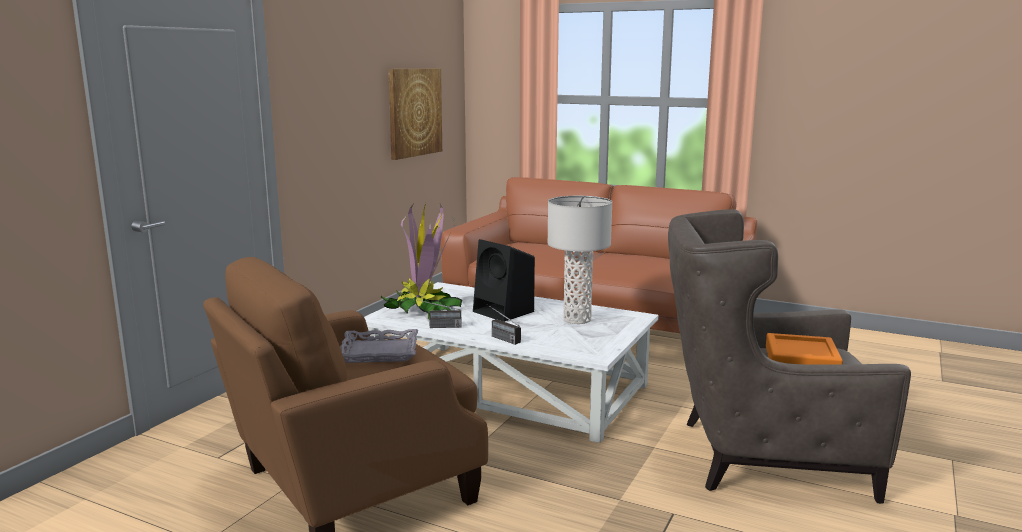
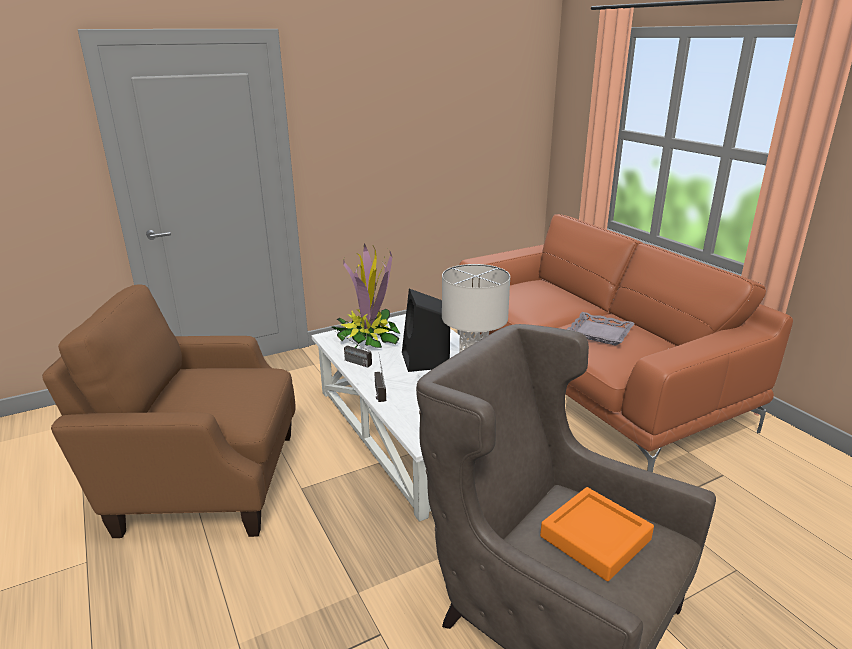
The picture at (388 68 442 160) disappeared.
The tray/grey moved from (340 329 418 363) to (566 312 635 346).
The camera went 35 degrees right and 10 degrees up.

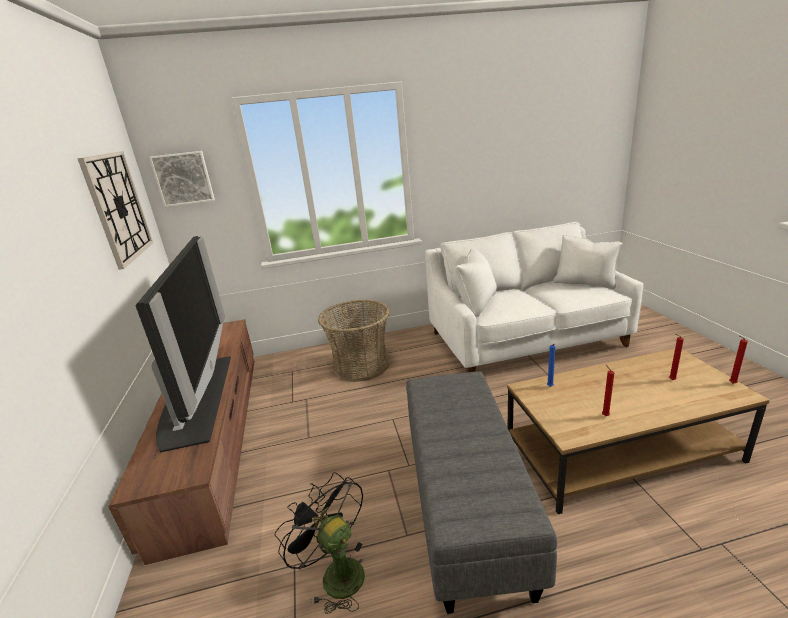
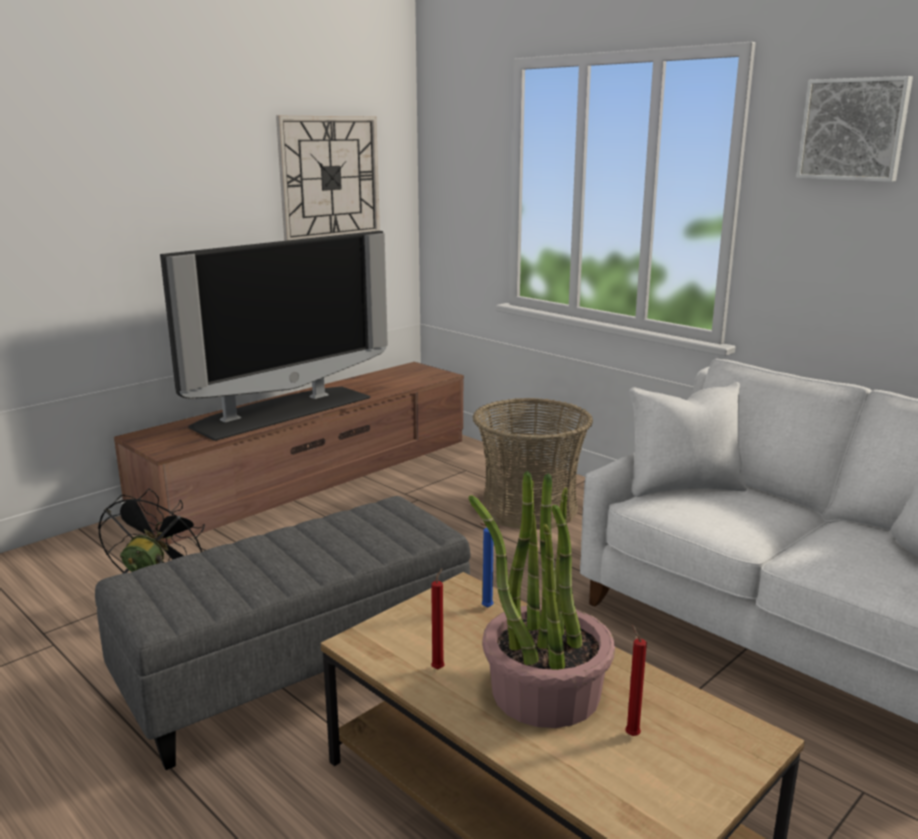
The candle/red at (729 336 748 384) disappeared.
The potted plant at (469 471 615 728) appeared.
The picture moved from (149 151 215 207) to (796 76 913 182).
The camera went 55 degrees right and 5 degrees down.

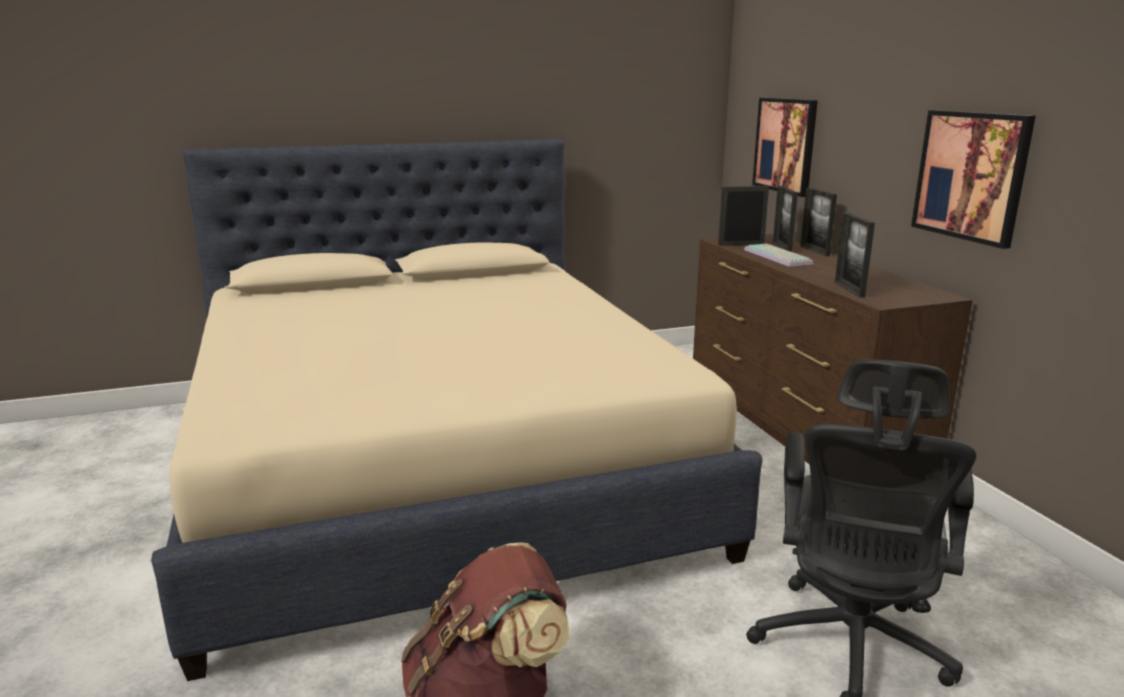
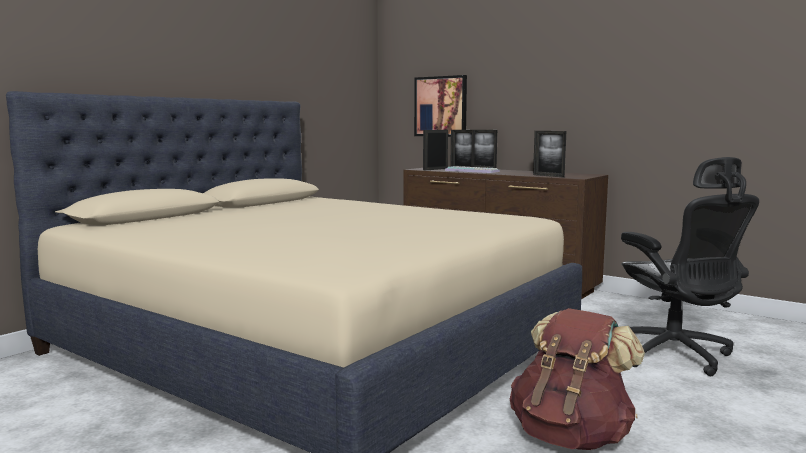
The picture at (911 110 1036 249) disappeared.
The camera went 35 degrees left and 10 degrees down.

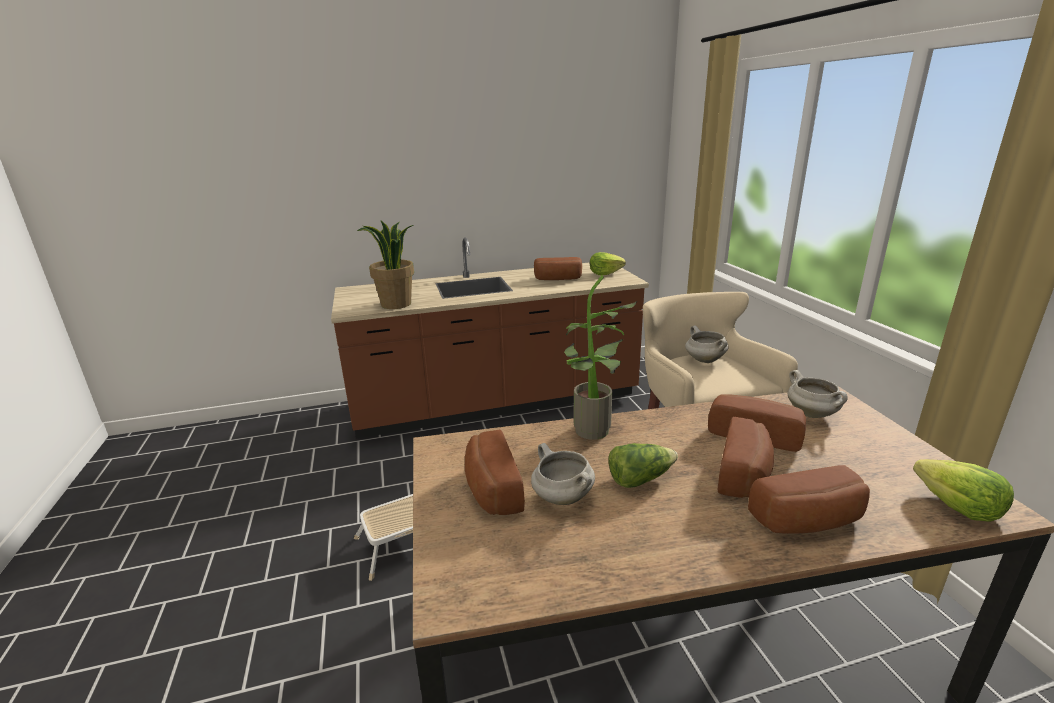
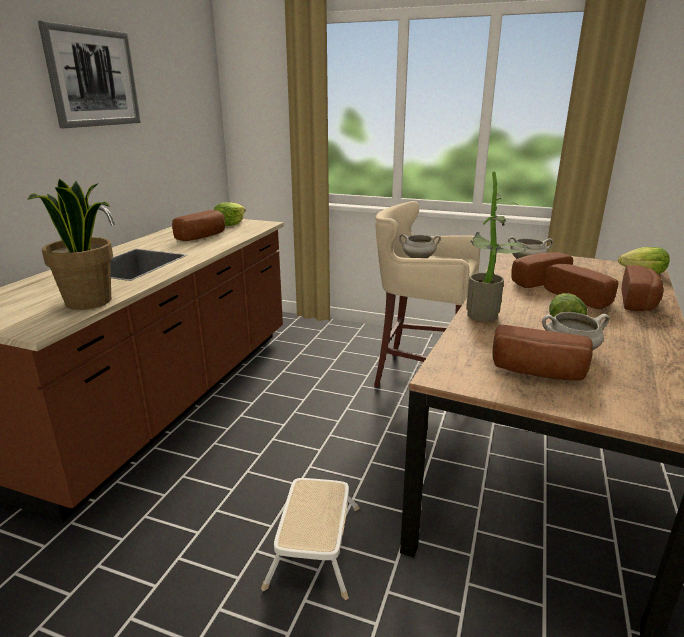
The picture at (38 21 141 128) appeared.
The camera went 55 degrees left and 0 degrees up.

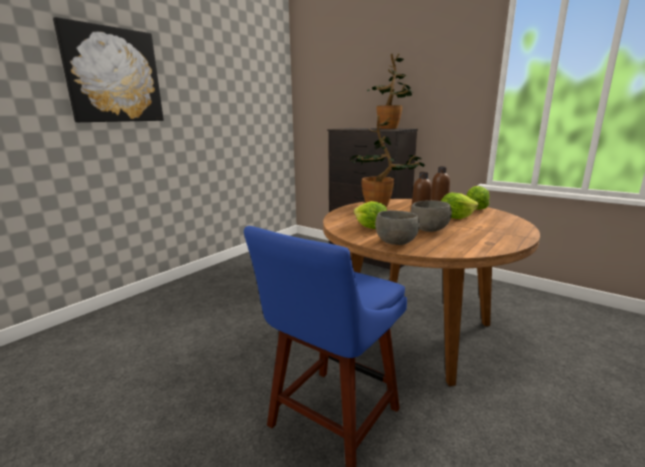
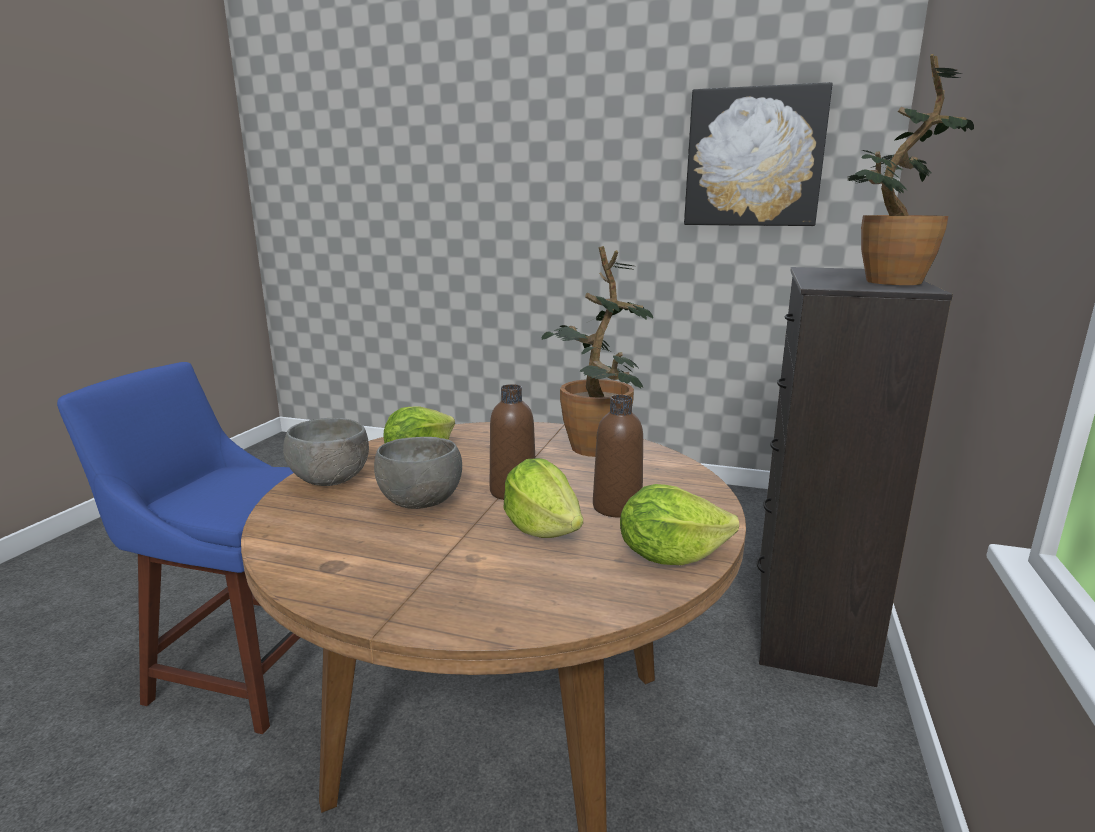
The picture moved from (53 17 164 122) to (684 82 833 226).
The camera went 70 degrees right and 0 degrees up.

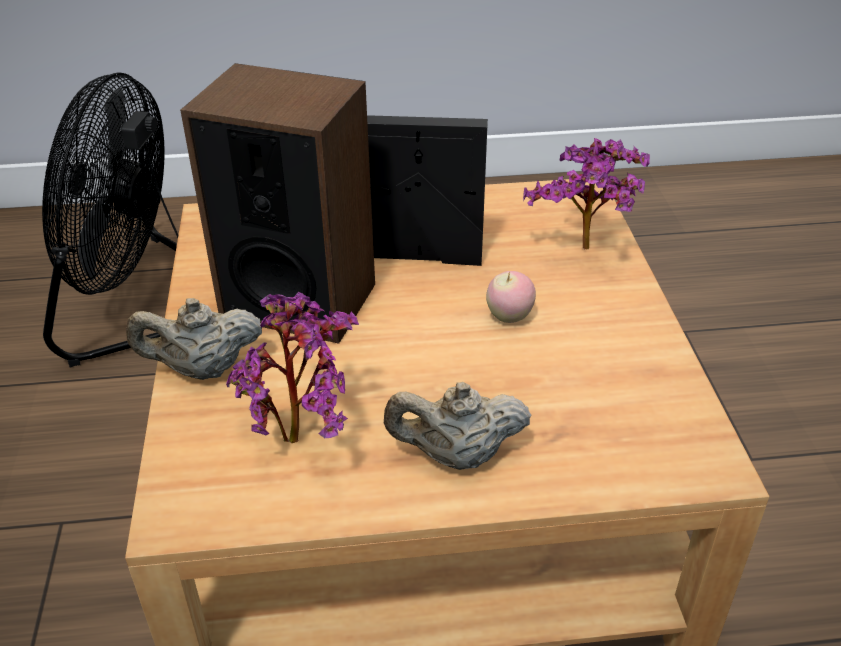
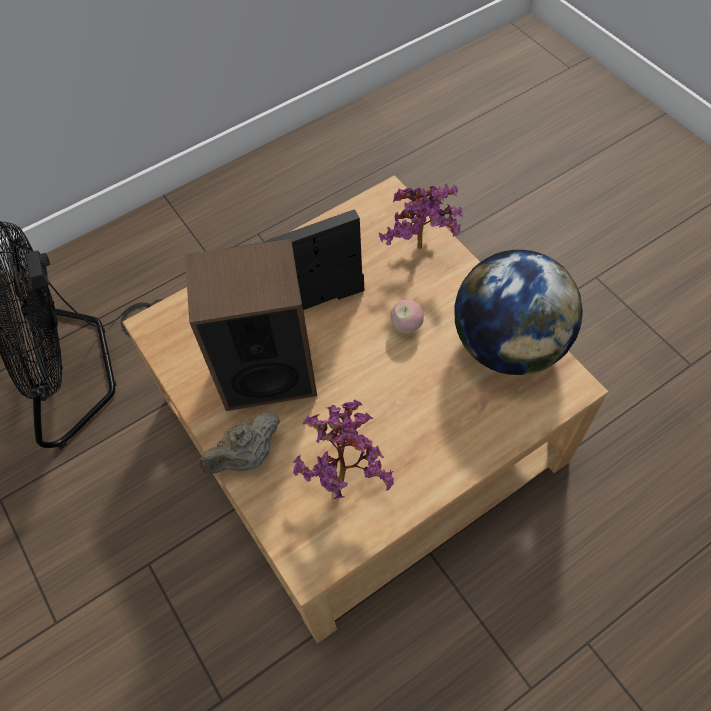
The teapot/beige at (384 382 532 470) disappeared.
The globe at (454 250 583 375) appeared.
The camera went 25 degrees left and 20 degrees up.

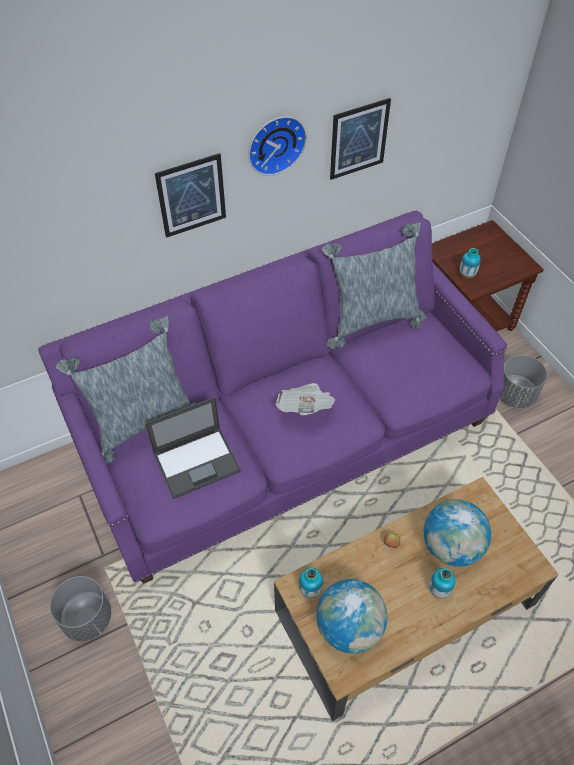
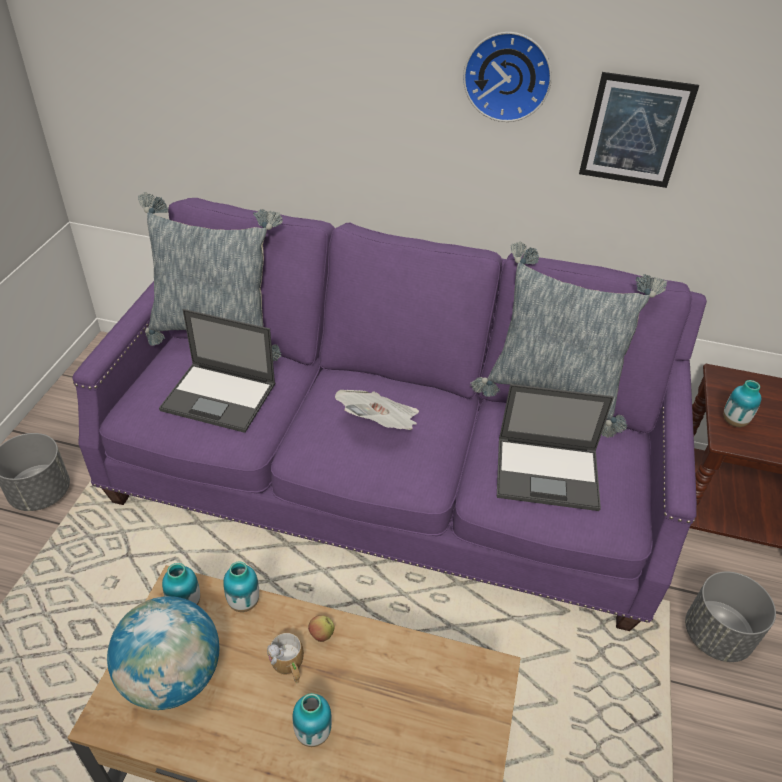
The picture at (155 153 226 238) disappeared.
The globe at (424 499 491 567) disappeared.
The vase at (223 561 259 612) appeared.
The mug at (267 633 304 683) appeared.
The laptop at (497 384 614 511) appeared.
The camera went 40 degrees right and 10 degrees down.

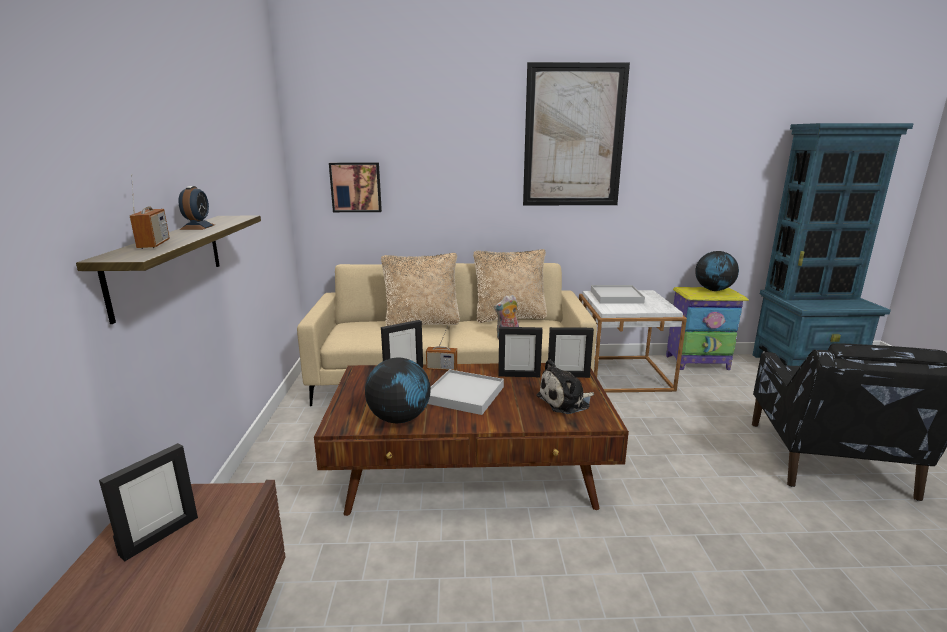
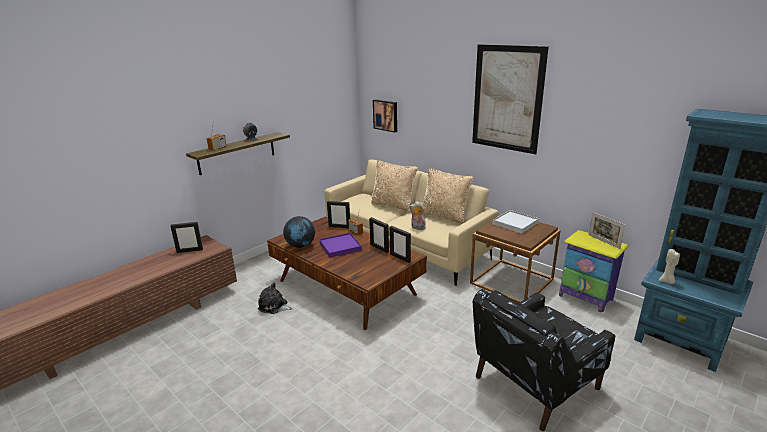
The candle/beige at (659 249 680 284) appeared.
The plush toy moved from (536 359 594 414) to (258 282 293 314).
The globe at (695 251 739 291) was replaced by the picture frame at (589 212 625 249).
The tray/white at (428 369 504 415) became the tray/purple at (320 233 362 258).
The side table/white at (579 290 687 393) became the side table/brown at (470 221 561 303).
The camera went 45 degrees right and 5 degrees up.

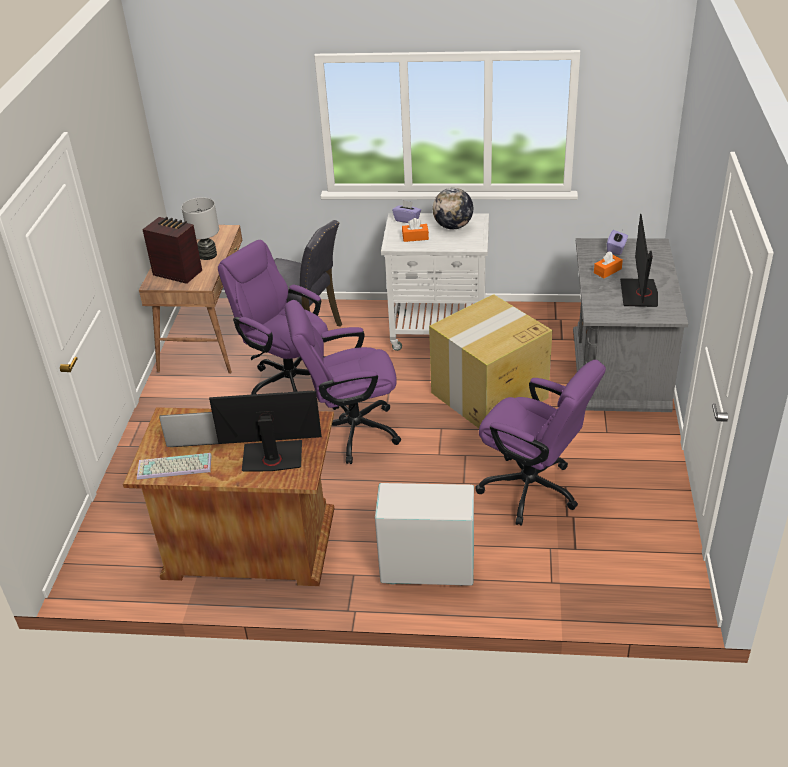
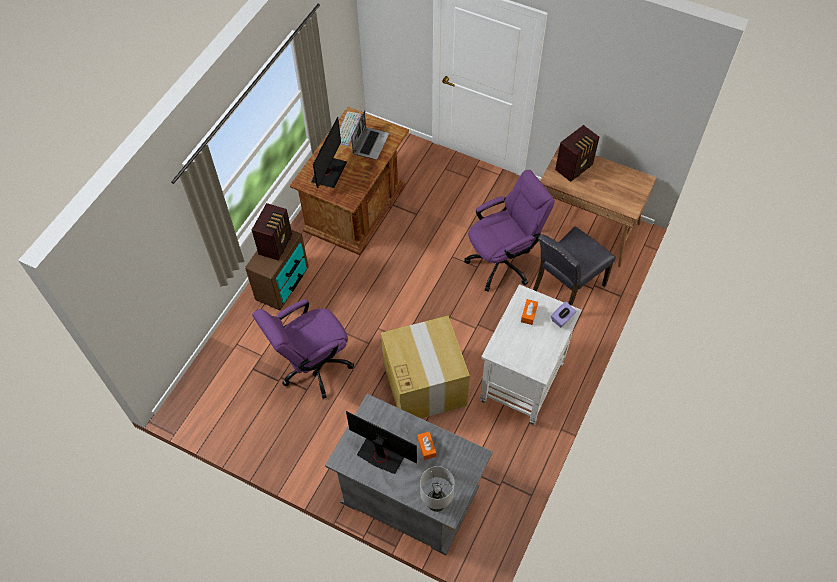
The office chair/purple at (284 300 401 464) disappeared.
The globe at (433 188 473 229) disappeared.
The tissue box/purple at (607 230 628 255) disappeared.
The radio at (252 203 292 261) appeared.
The table lamp/grey moved from (181 197 219 260) to (420 466 455 512).
The nightstand/white at (375 483 474 586) became the nightstand/brown at (245 230 309 310).
The camera went 110 degrees right and 20 degrees up.

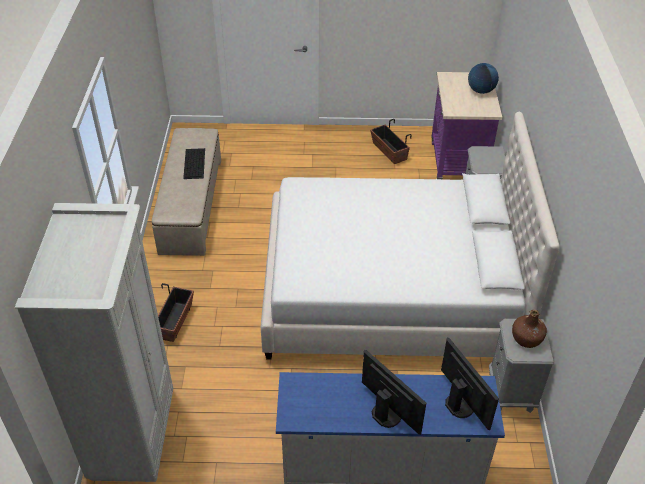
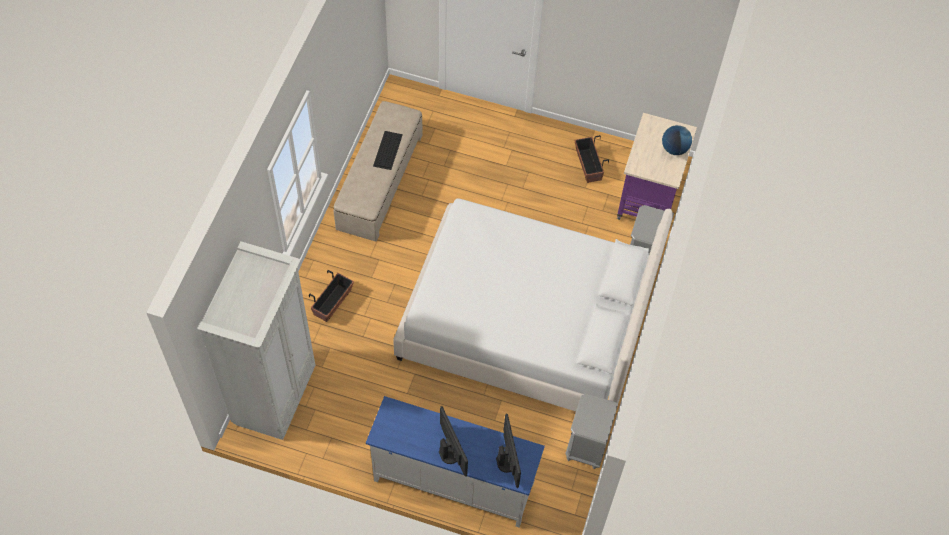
The bottle/brown at (512 310 547 348) disappeared.
The camera went 15 degrees right and 15 degrees up.

